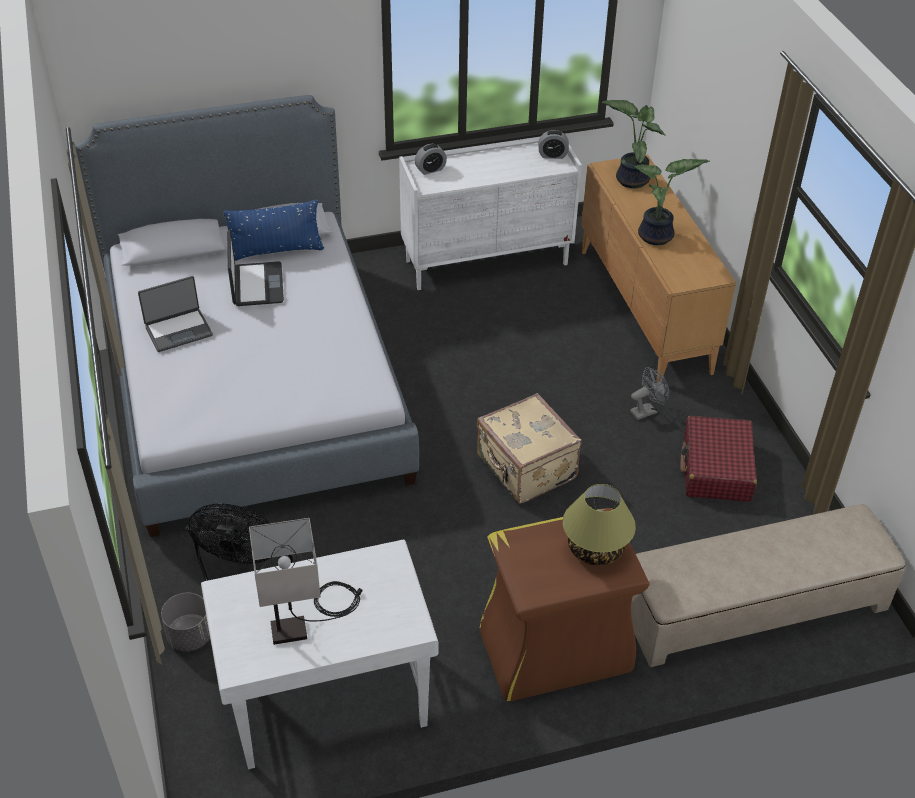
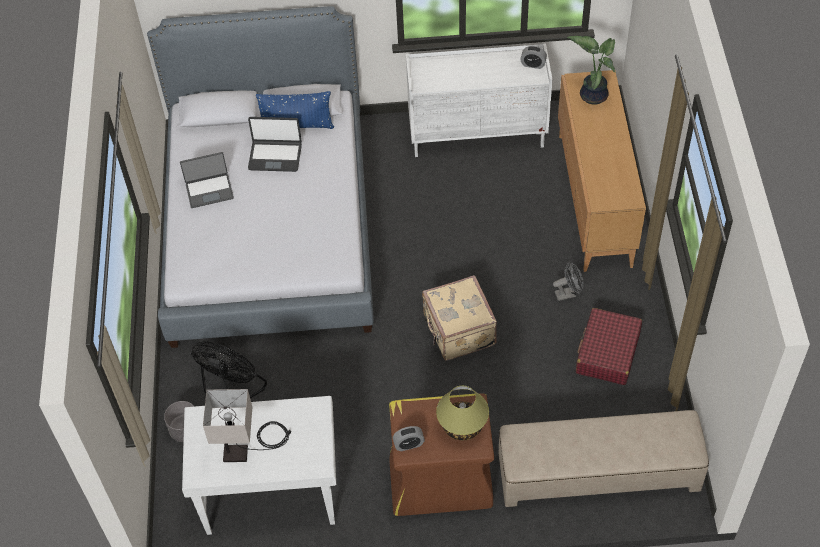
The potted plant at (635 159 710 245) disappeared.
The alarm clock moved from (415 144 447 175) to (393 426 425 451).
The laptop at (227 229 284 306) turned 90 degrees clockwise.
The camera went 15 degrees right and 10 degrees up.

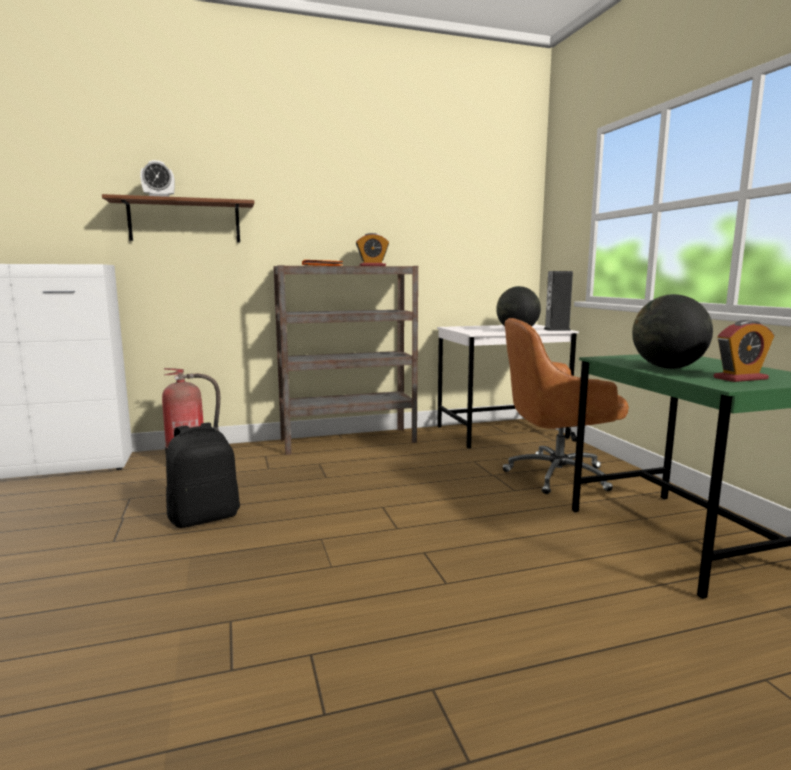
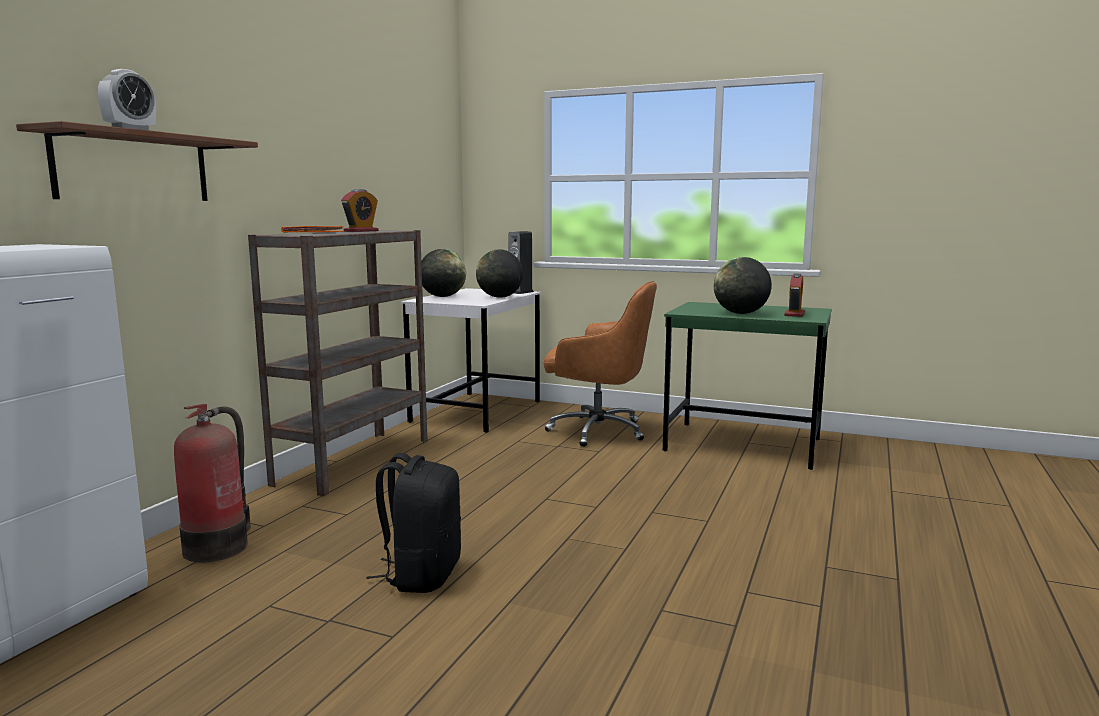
The globe at (421 249 466 297) appeared.
The office chair/brown at (503 318 629 494) turned 105 degrees counterclockwise.
The camera went 50 degrees left and 0 degrees up.

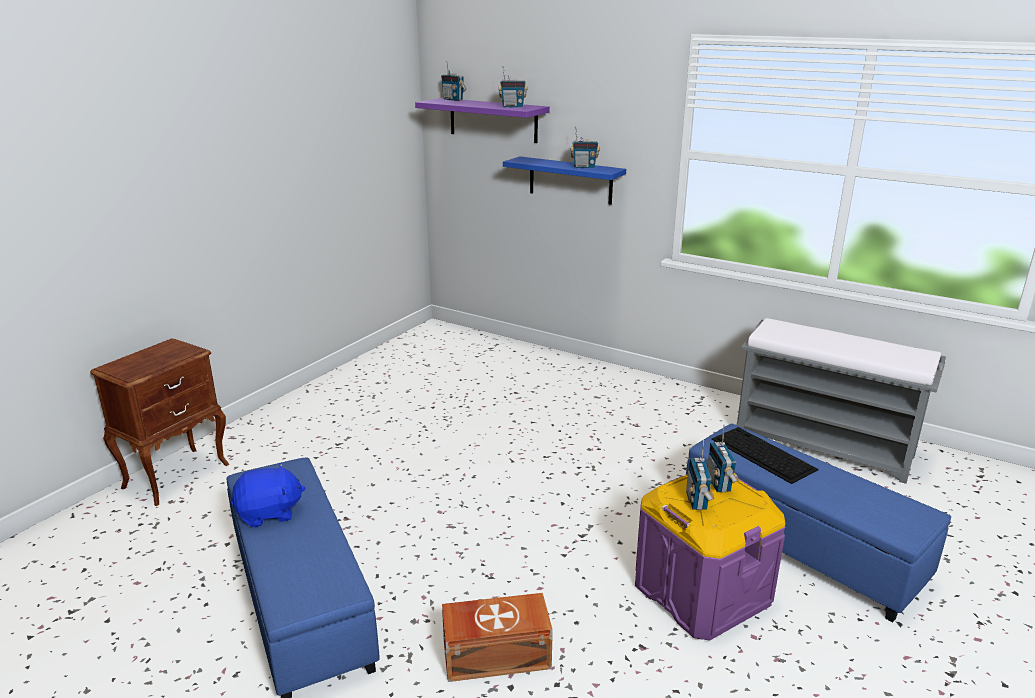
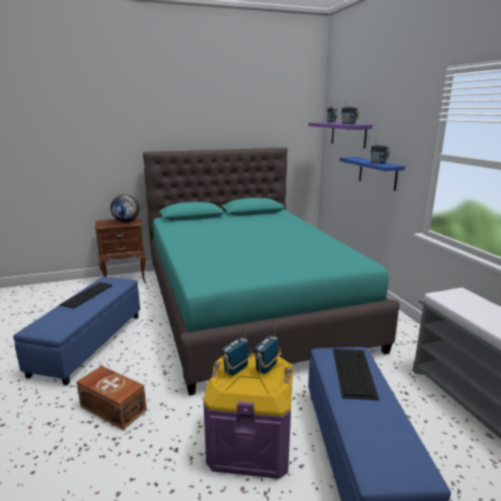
The globe at (110 194 140 222) appeared.
The bed/turquoise at (143 147 400 395) appeared.
The plush toy/blue at (231 463 305 527) was replaced by the keyboard at (60 282 113 309).
The camera went 40 degrees right and 5 degrees down.

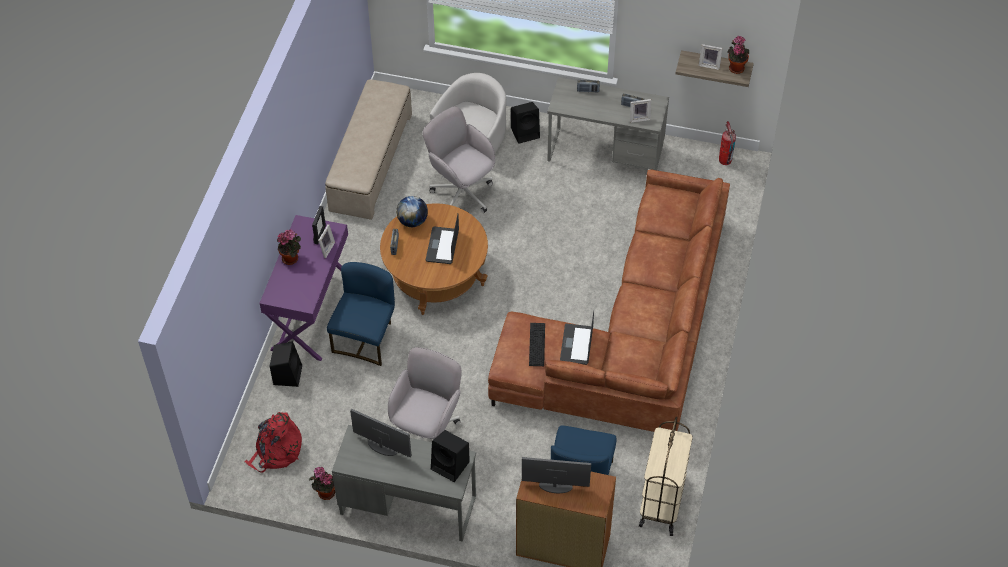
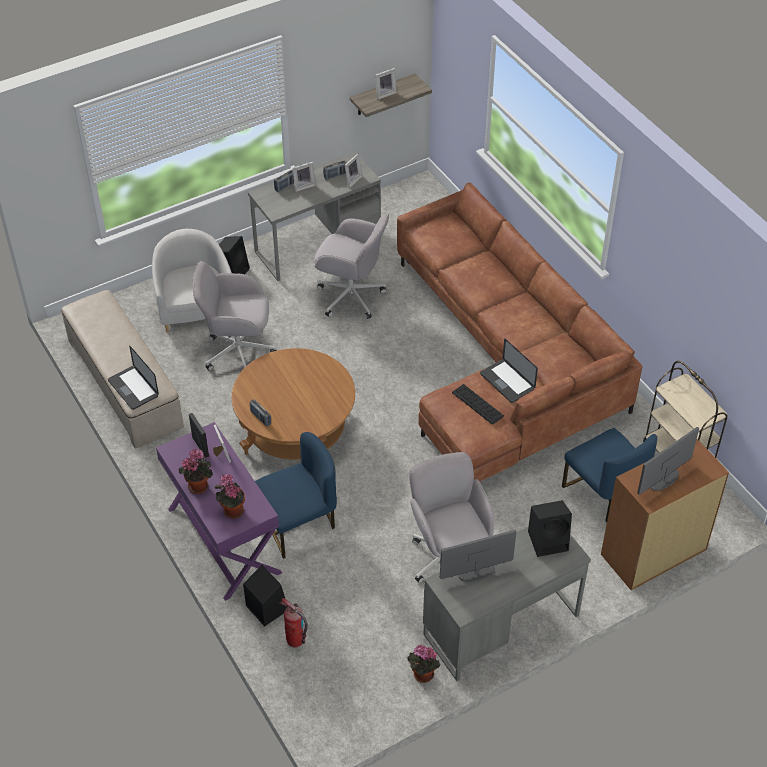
The backpack/red at (245 412 302 473) disappeared.
The globe at (396 196 428 227) disappeared.
The picture frame at (292 162 316 192) appeared.
The office chair/grey at (314 214 389 319) appeared.
The laptop moved from (426 214 459 264) to (108 346 159 410).
The fire extinguisher moved from (719 121 736 165) to (280 598 308 647).
The potted plant moved from (727 35 749 74) to (215 474 245 519).
The chair/blue at (327 262 395 366) turned 90 degrees clockwise.
The camera went 45 degrees left and 5 degrees down.

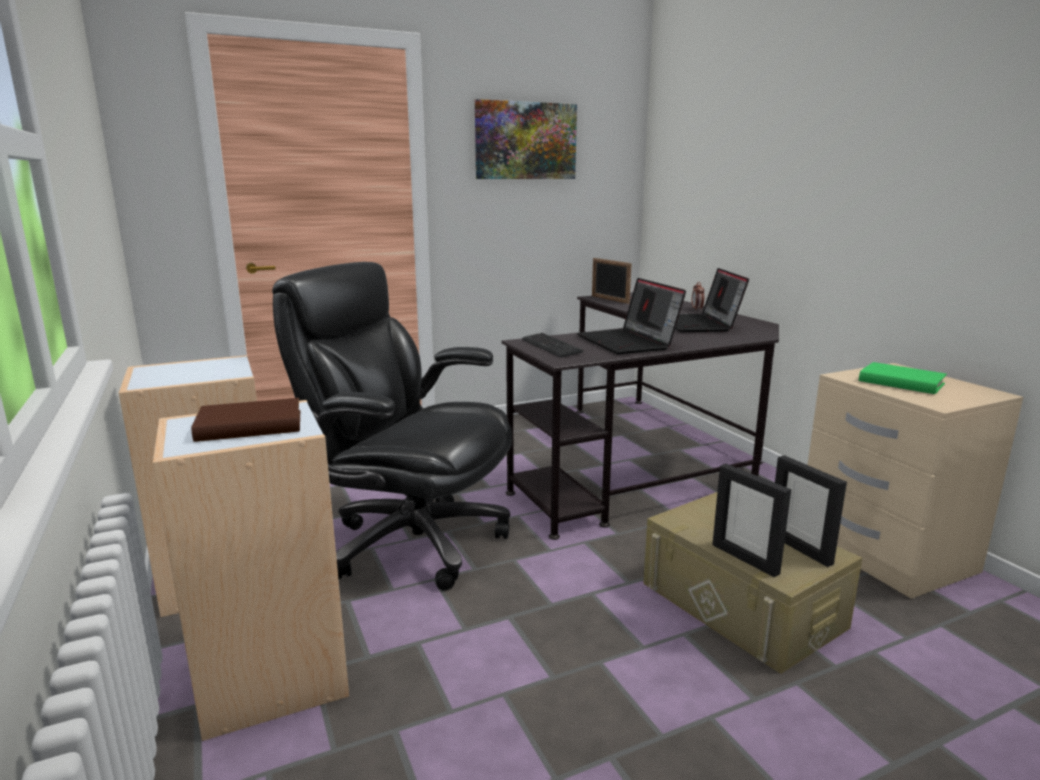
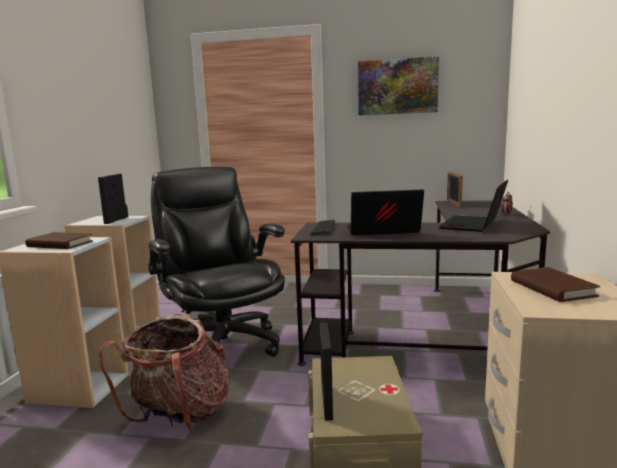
The backpack at (99 312 230 432) appeared.
The picture frame moved from (775 455 847 567) to (98 174 128 224).
The book/green at (859 362 947 394) became the book/brown at (511 267 600 302).
The laptop at (577 278 686 354) turned 75 degrees clockwise.
The camera went 35 degrees right and 5 degrees down.

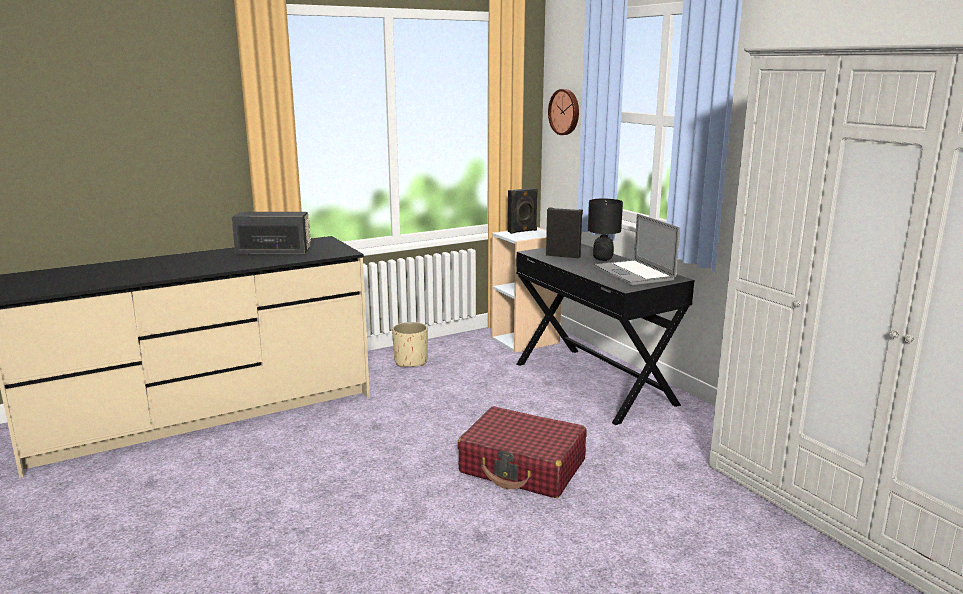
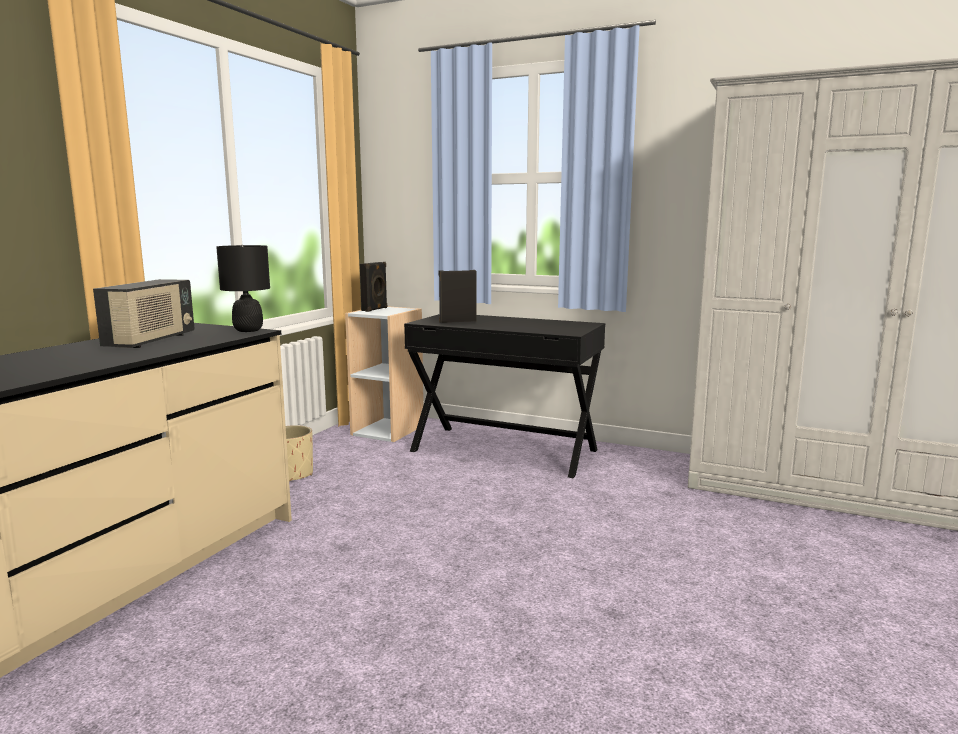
The suitcase/red at (457 406 587 498) disappeared.
The wall clock at (548 89 579 135) disappeared.
The laptop at (593 214 680 285) disappeared.
The table lamp/black moved from (588 199 623 261) to (216 245 270 332).
The radio at (232 212 311 255) turned 135 degrees clockwise.
The camera went 35 degrees left and 5 degrees down.

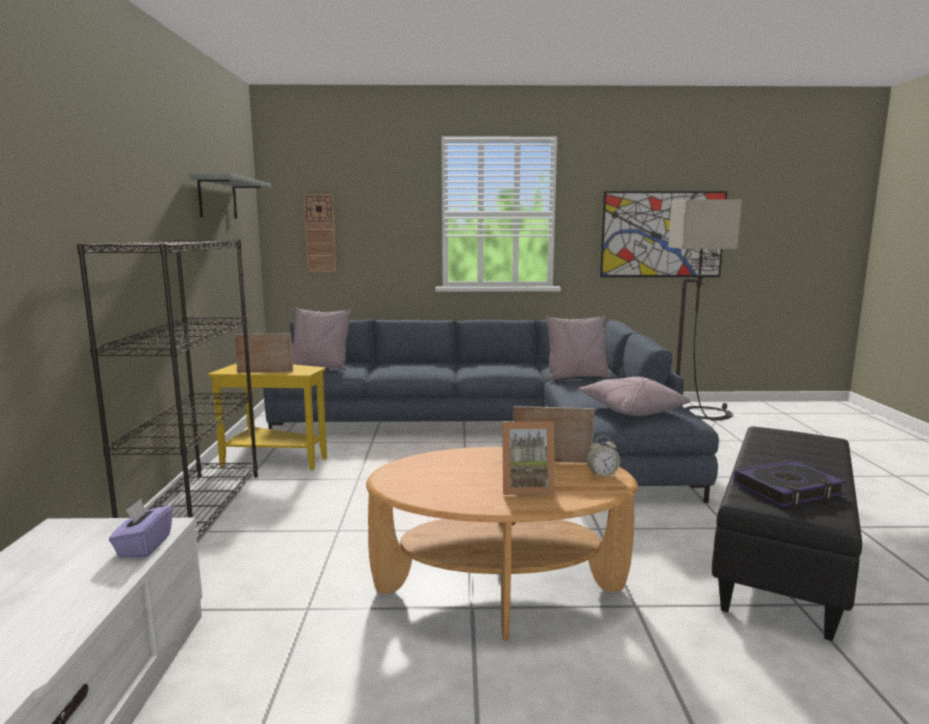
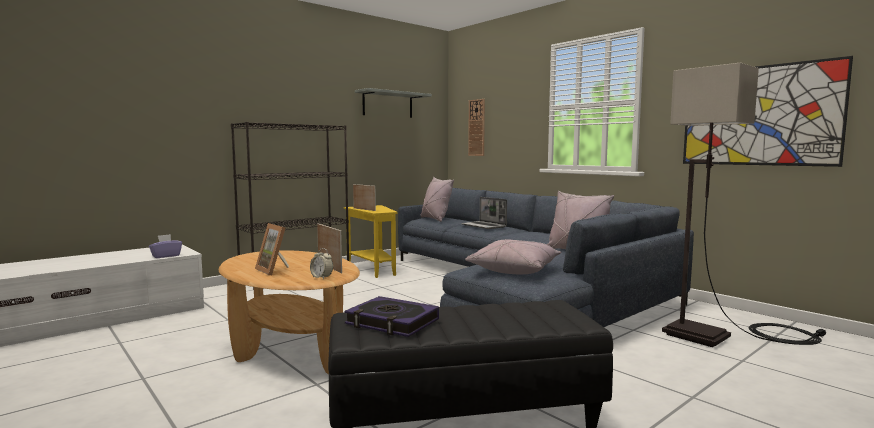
The laptop at (461 197 507 229) appeared.
The camera went 50 degrees right and 5 degrees down.

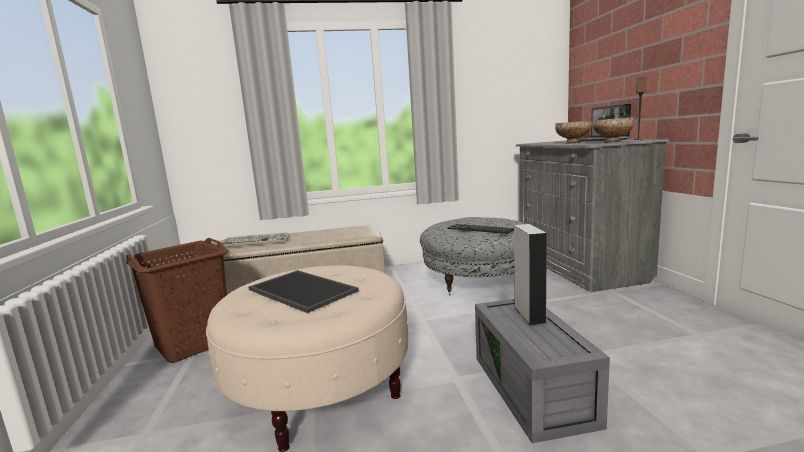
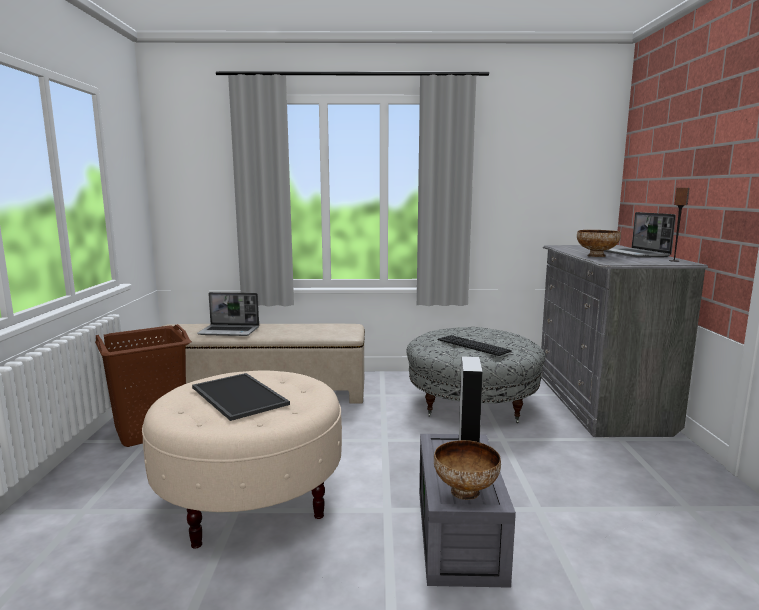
The bowl moved from (593 117 635 143) to (434 440 501 500).
The keyboard at (221 232 290 247) was replaced by the laptop at (197 292 259 336).
The camera went 10 degrees right and 0 degrees up.

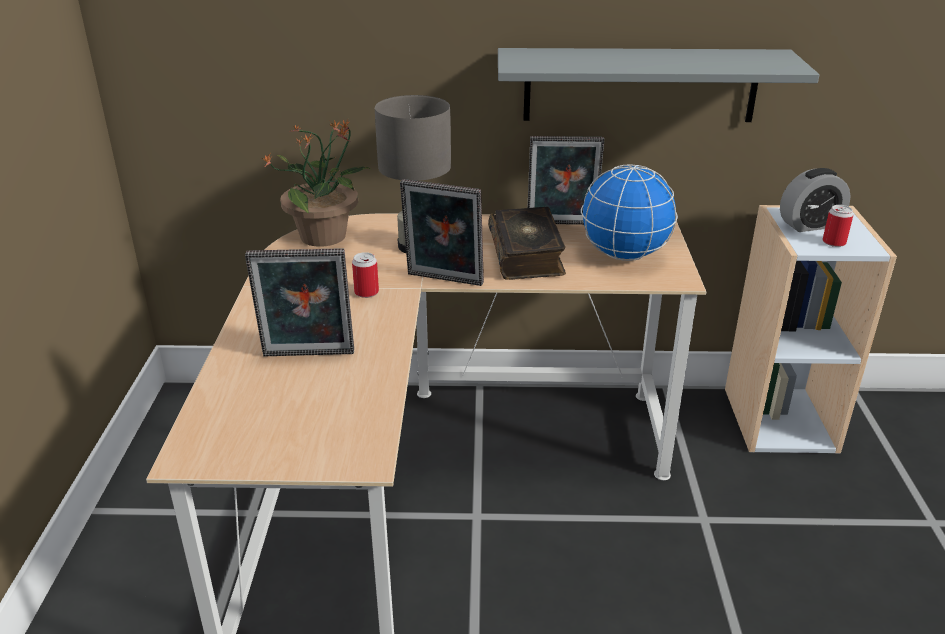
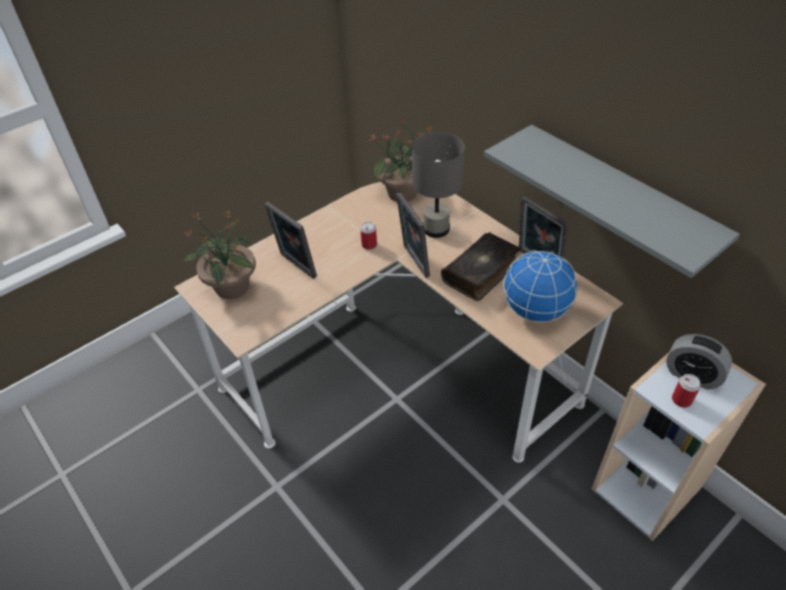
The potted plant at (184 210 256 299) appeared.
The camera went 50 degrees right and 15 degrees up.

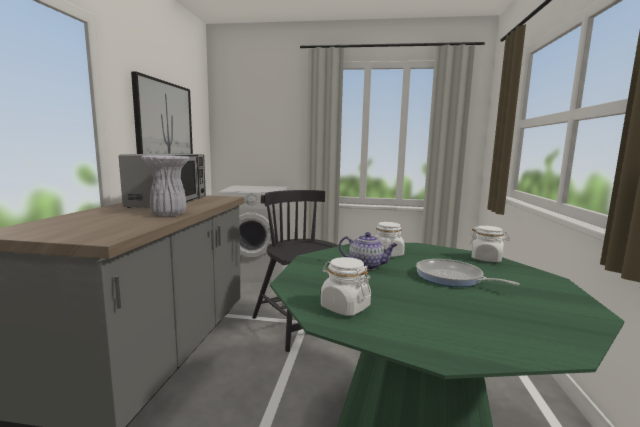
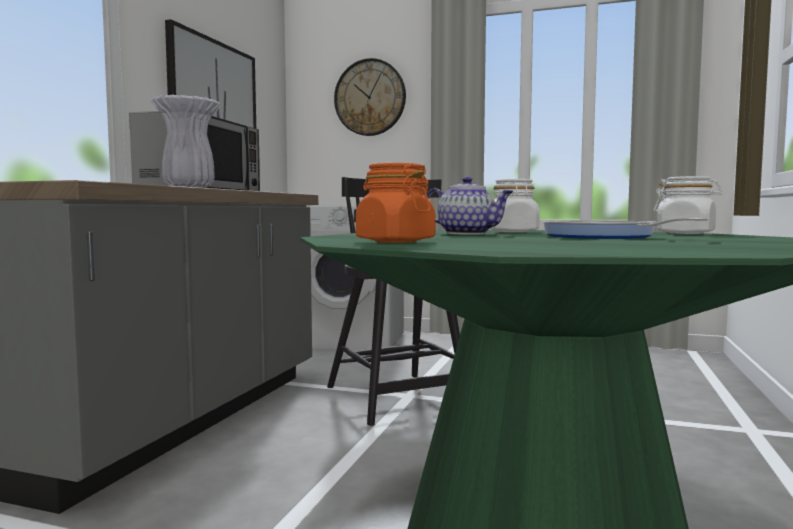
The wall clock at (334 58 406 136) appeared.
The jar/white at (321 257 371 316) became the jar/orange at (356 163 435 243).
The camera went 10 degrees right and 5 degrees down.

